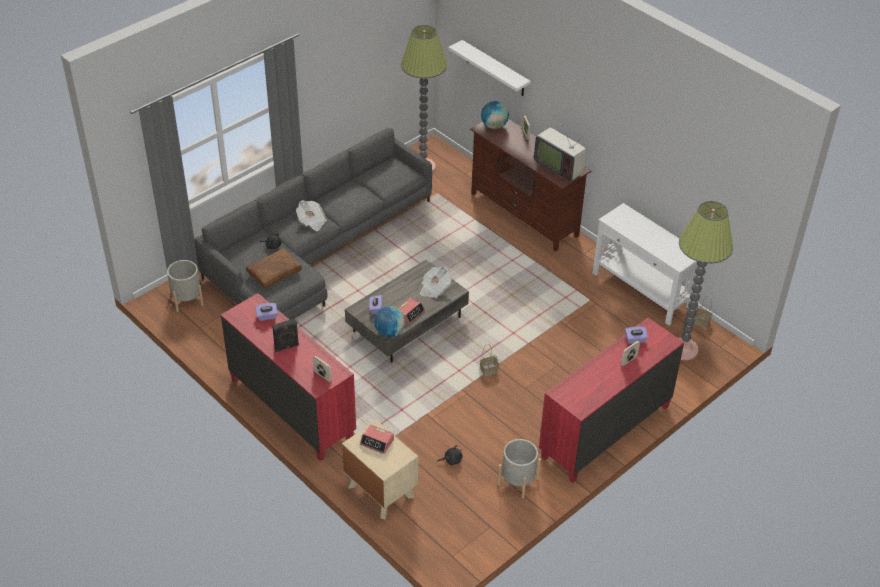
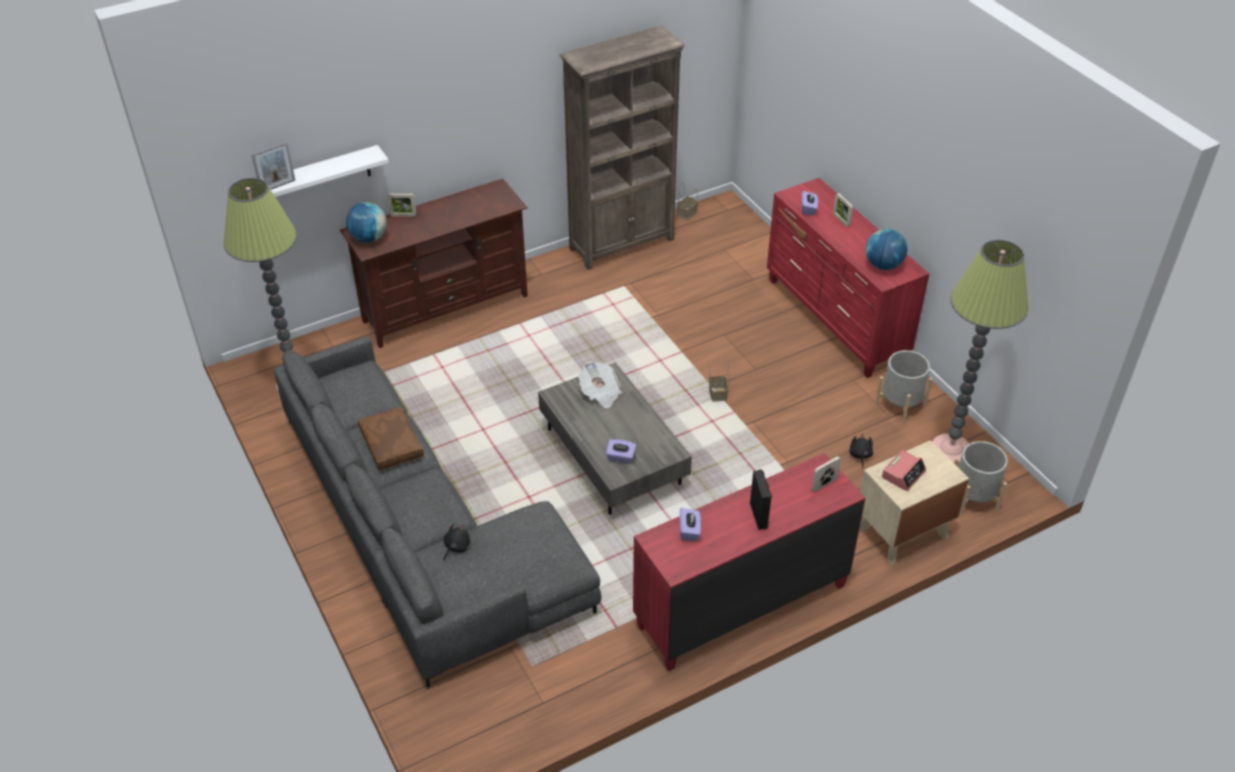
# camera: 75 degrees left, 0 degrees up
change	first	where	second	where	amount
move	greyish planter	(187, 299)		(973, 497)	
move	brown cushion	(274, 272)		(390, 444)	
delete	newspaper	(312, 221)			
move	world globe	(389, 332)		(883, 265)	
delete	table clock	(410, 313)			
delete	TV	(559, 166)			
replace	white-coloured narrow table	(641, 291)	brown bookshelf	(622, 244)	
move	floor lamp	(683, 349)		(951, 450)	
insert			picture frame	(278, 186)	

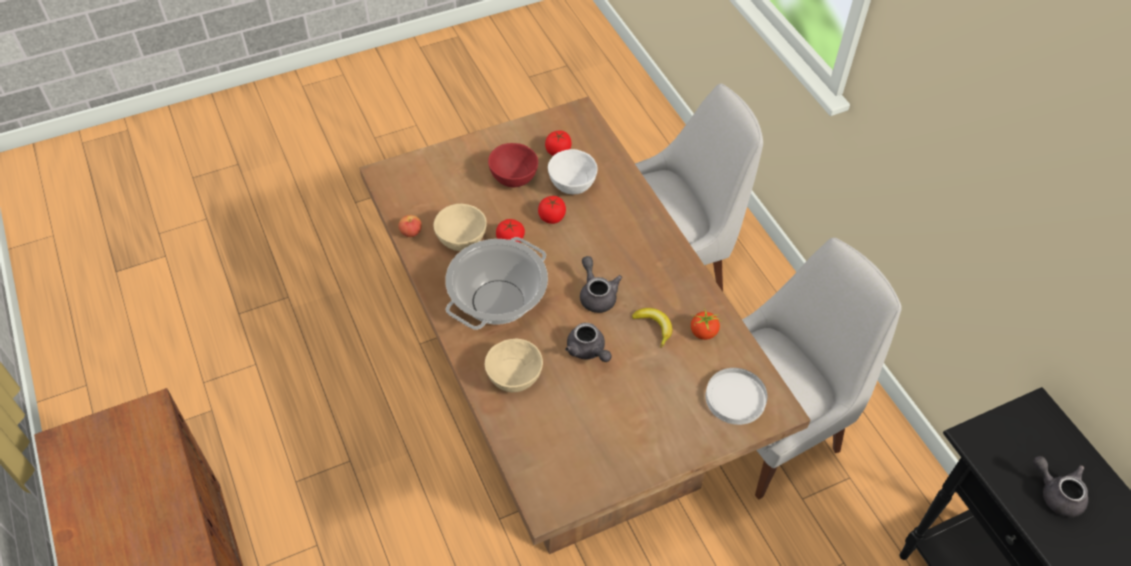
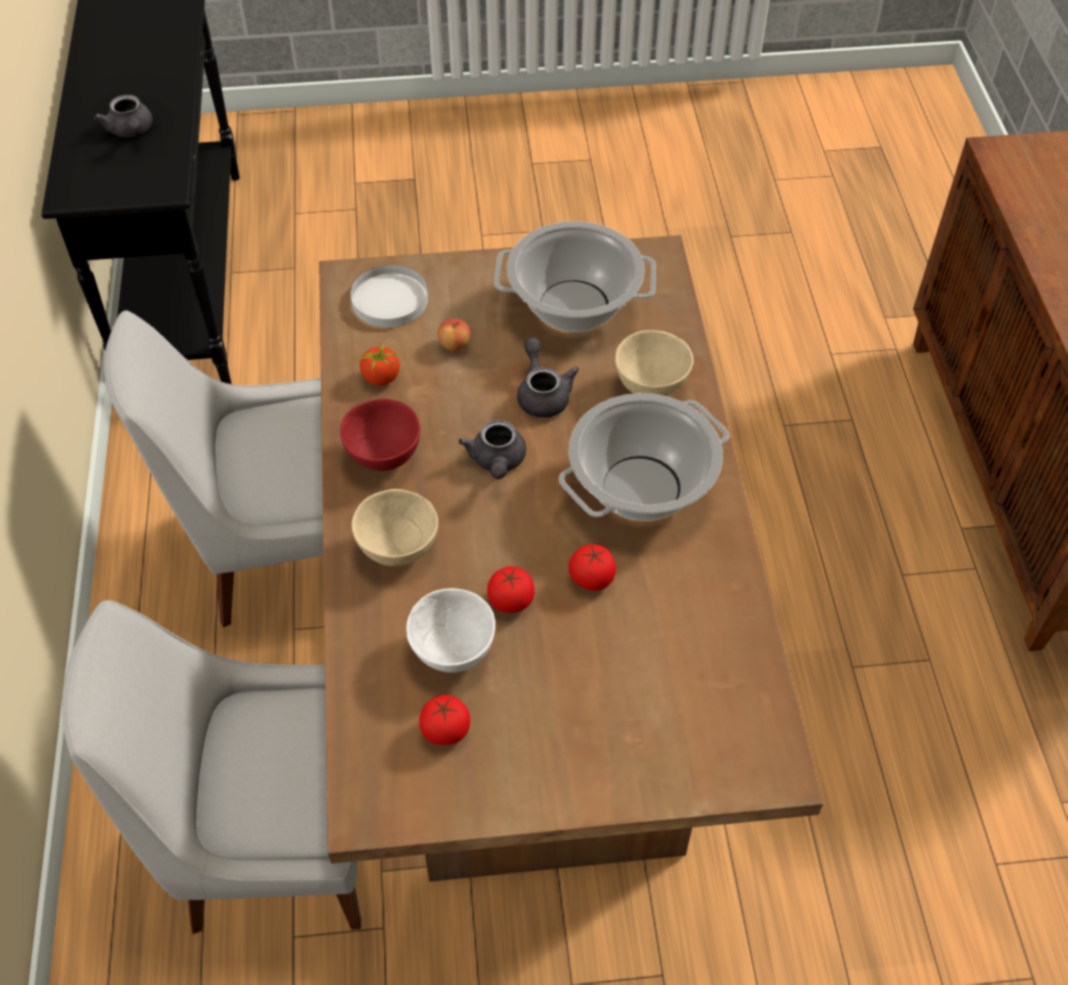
# camera: 160 degrees left, 0 degrees up
change	first	where	second	where	amount
move	apple fruit	(411, 232)		(454, 344)	
move	beige-coloured deep dish	(462, 241)		(397, 548)	
move	red-coloured deep dish	(513, 178)		(384, 457)	
delete	banana	(654, 327)			
insert			stockpot	(574, 306)	

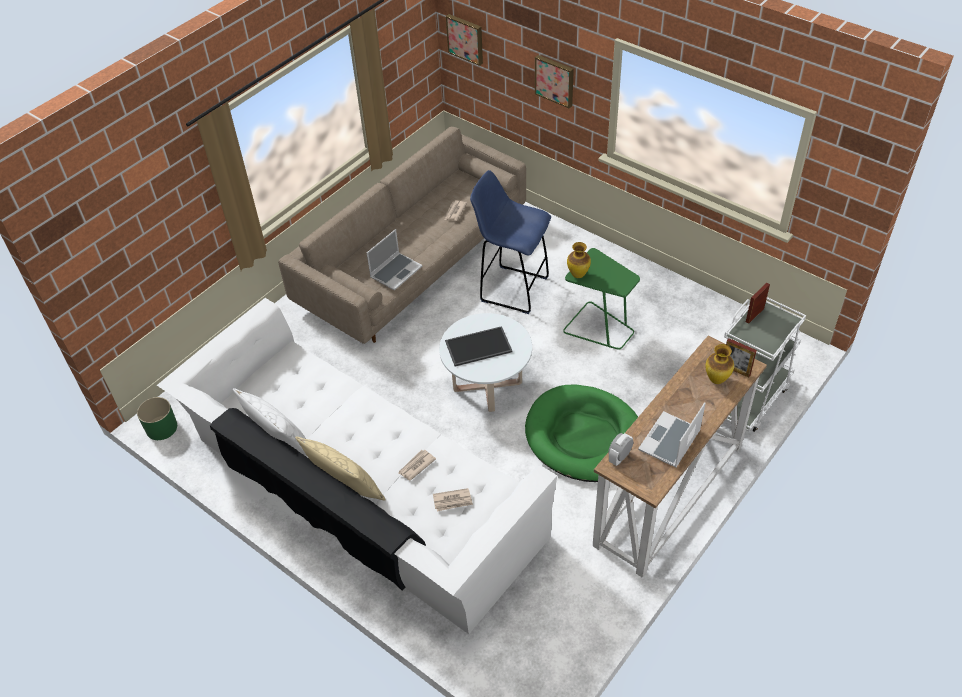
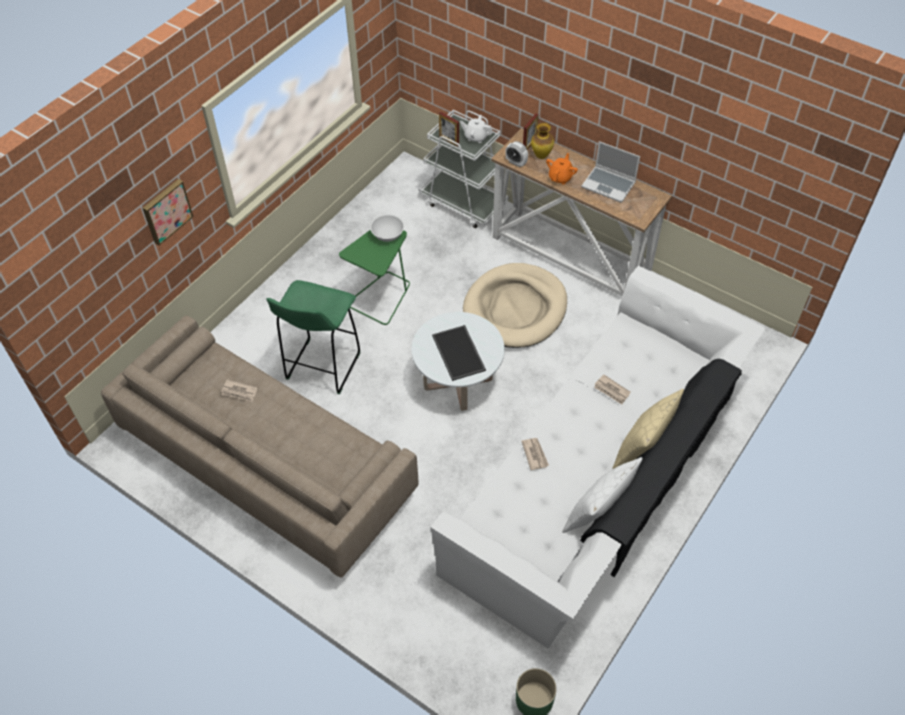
# camera: 95 degrees left, 5 degrees up
change	first	where	second	where	amount
delete	notebook computer	(396, 271)			
move	newspaper	(453, 501)		(535, 454)	
delete	wall picture	(466, 38)			
recolor	blue-coloured sitting stool	(512, 289)	green sitting stool	(322, 368)	
recolor	green dog bed	(585, 437)	beige-coloured dog bed	(515, 309)	
delete	decorative vase	(578, 275)			
move	table clock	(619, 457)		(516, 162)	
insert			white-coloured deep dish	(388, 235)	
insert			white-coloured pot for tea	(476, 137)	
insert			orange-coloured pot for tea	(560, 177)	

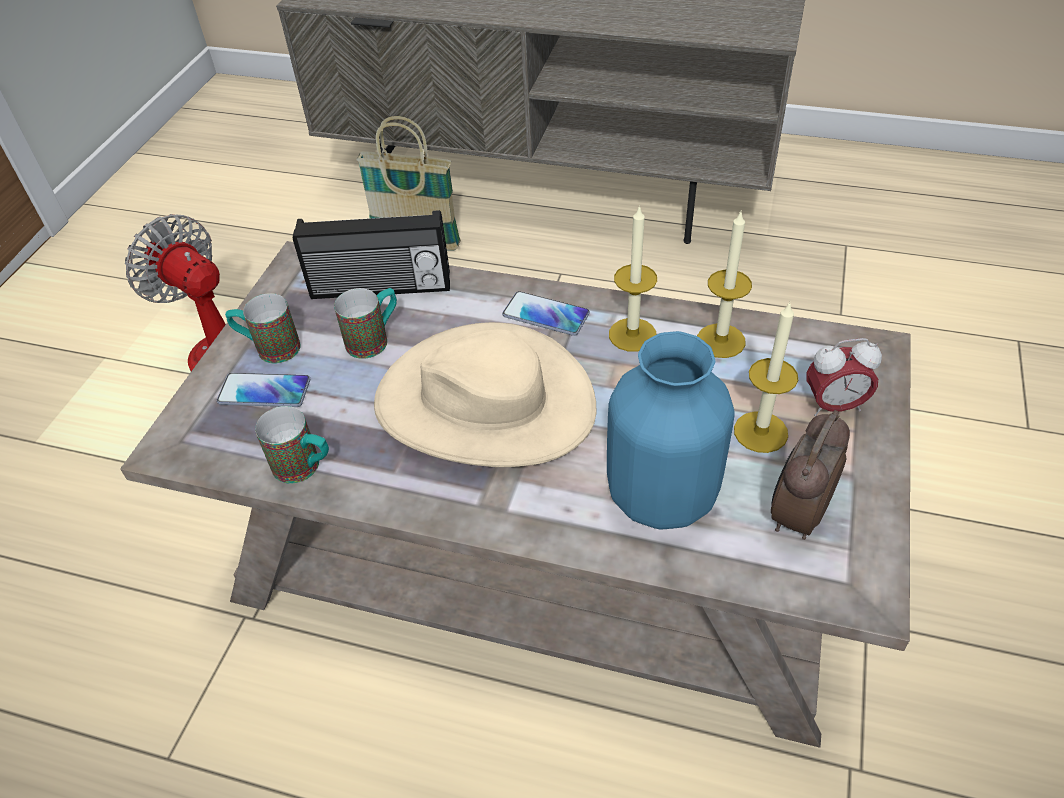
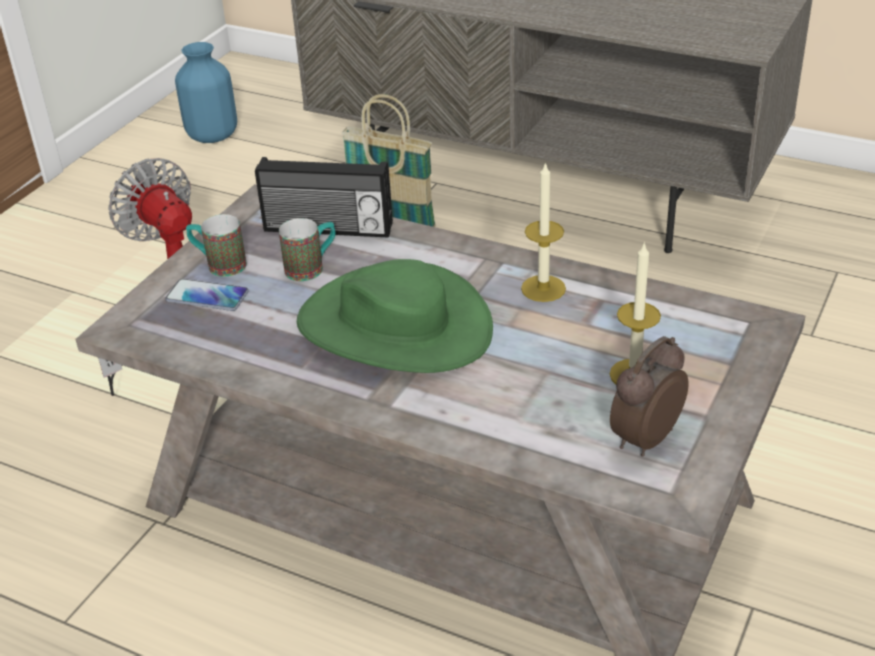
# camera: 10 degrees right, 10 degrees down
change	first	where	second	where	amount
delete	mug	(305, 468)			
recolor	beige-coloured wearable hat	(485, 403)	green wearable hat	(395, 326)	
delete	handset	(545, 315)			
move	blue-coloured decorative vase	(663, 496)		(213, 136)	
delete	wax light	(720, 340)			
delete	table clock	(833, 406)			

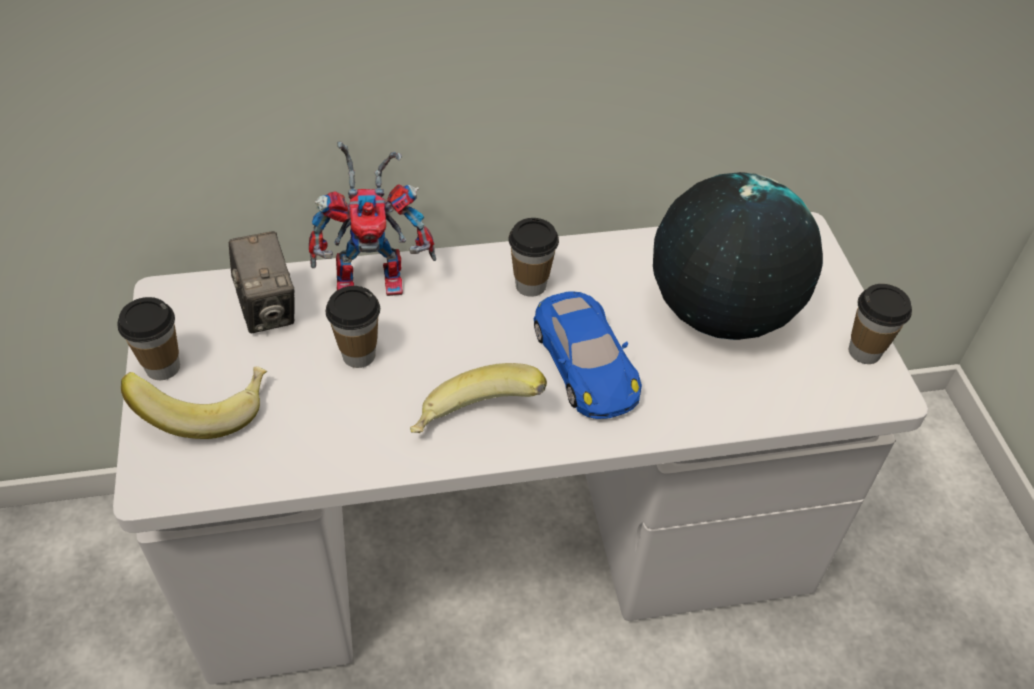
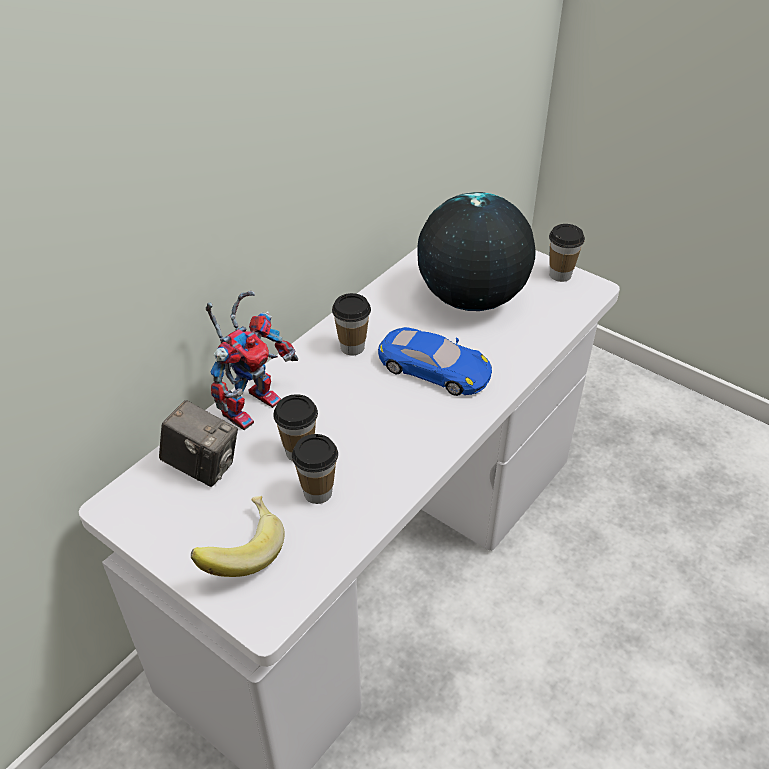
# camera: 40 degrees left, 5 degrees down
change	first	where	second	where	amount
move	small cup	(163, 367)		(318, 493)	
delete	banana	(476, 424)			

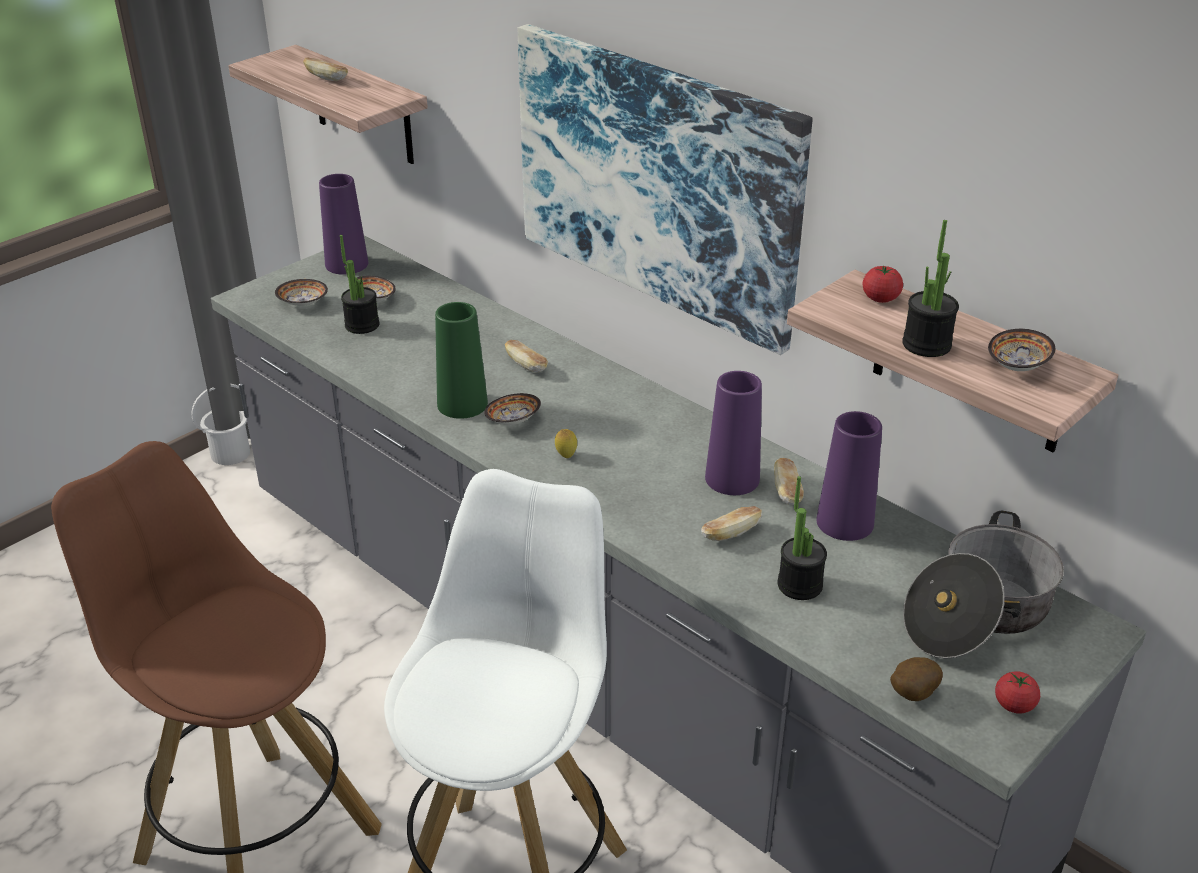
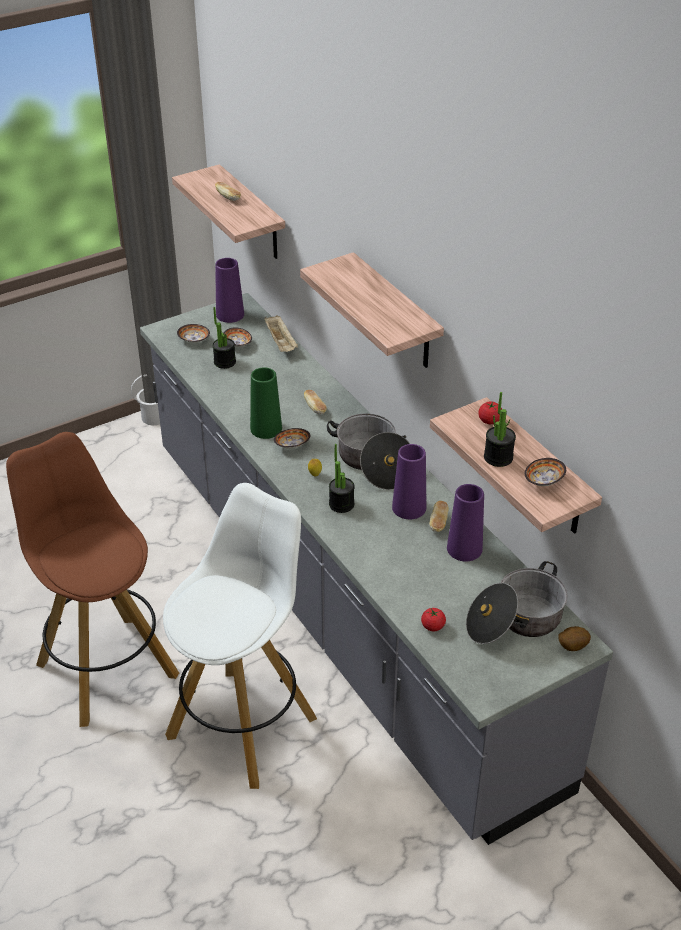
# camera: 15 degrees right, 5 degrees up
change	first	where	second	where	amount
replace	wall picture	(656, 182)	wall shelf	(396, 313)	
delete	baked bread	(730, 533)			
move	houseplant	(799, 585)		(341, 504)	
move	potato	(911, 694)		(571, 646)	
move	tomato	(1014, 705)		(433, 626)	
insert			beige-coloured carrying tray	(281, 343)	
insert			stockpot	(373, 463)	

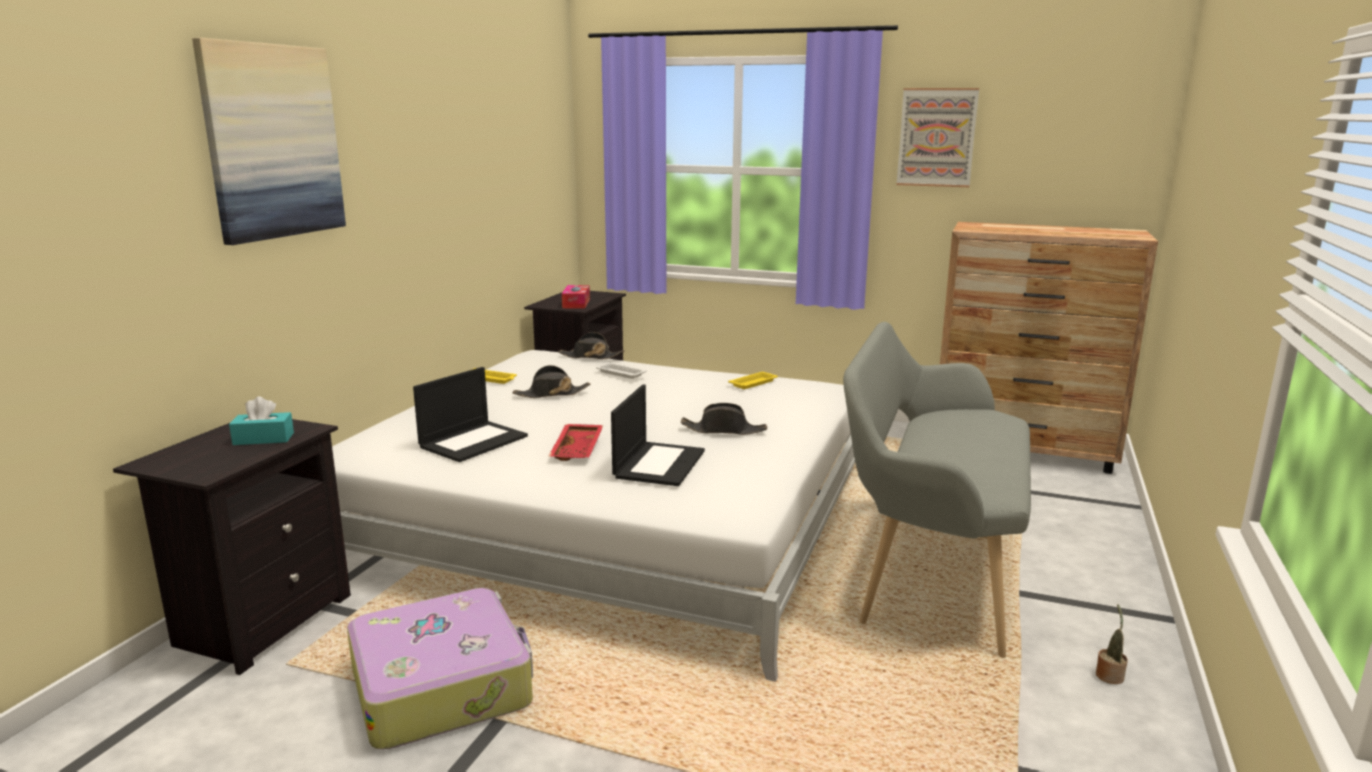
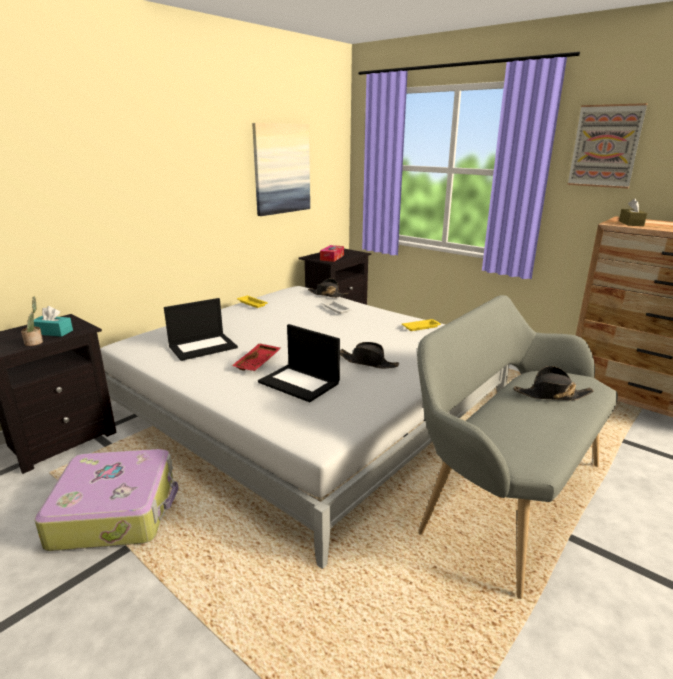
# camera: 20 degrees right, 5 degrees up
change	first	where	second	where	amount
move	wall picture	(272, 142)		(281, 169)	
move	black-coloured wearable hat	(551, 394)		(551, 395)	
rotate	notebook computer	(659, 463)		(300, 382)	90 degrees clockwise
move	houseplant	(1109, 675)		(35, 342)	
insert			brown tissue box	(631, 223)	

